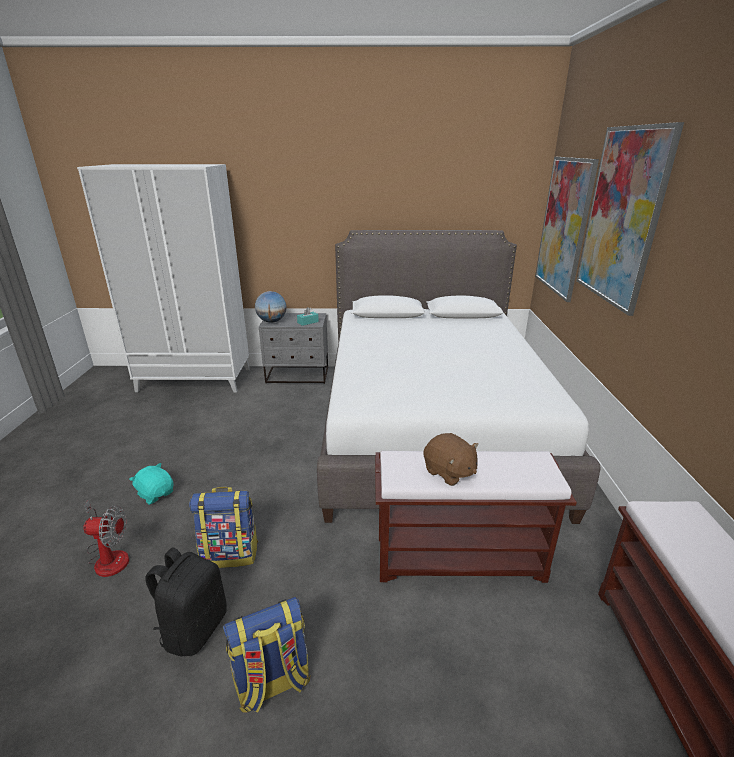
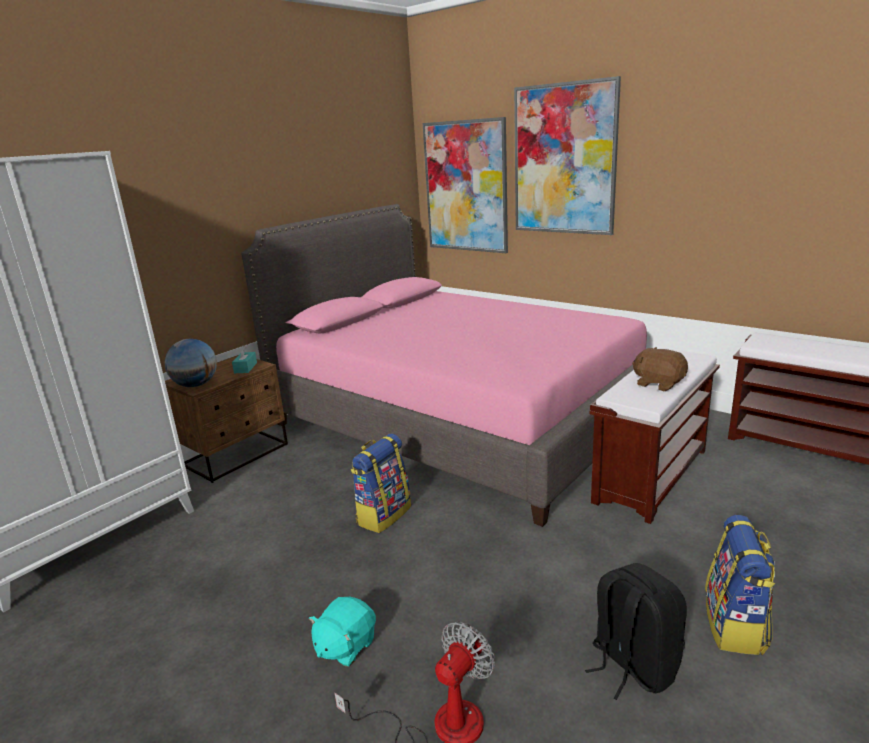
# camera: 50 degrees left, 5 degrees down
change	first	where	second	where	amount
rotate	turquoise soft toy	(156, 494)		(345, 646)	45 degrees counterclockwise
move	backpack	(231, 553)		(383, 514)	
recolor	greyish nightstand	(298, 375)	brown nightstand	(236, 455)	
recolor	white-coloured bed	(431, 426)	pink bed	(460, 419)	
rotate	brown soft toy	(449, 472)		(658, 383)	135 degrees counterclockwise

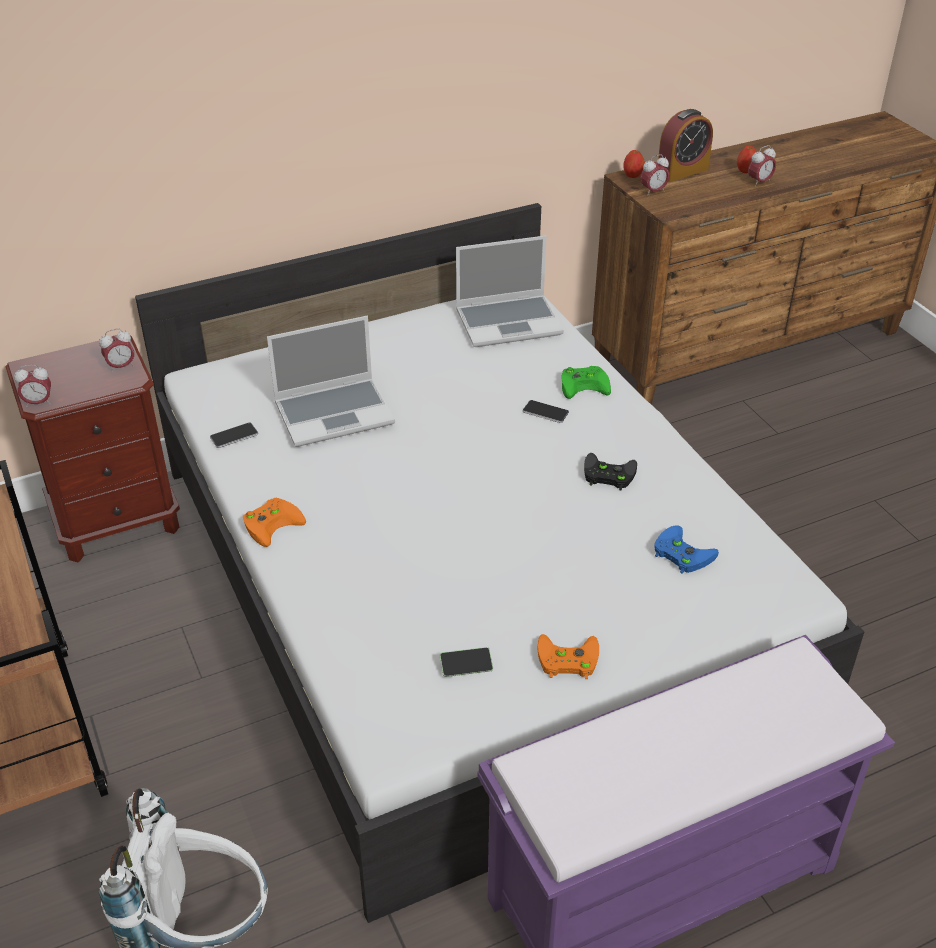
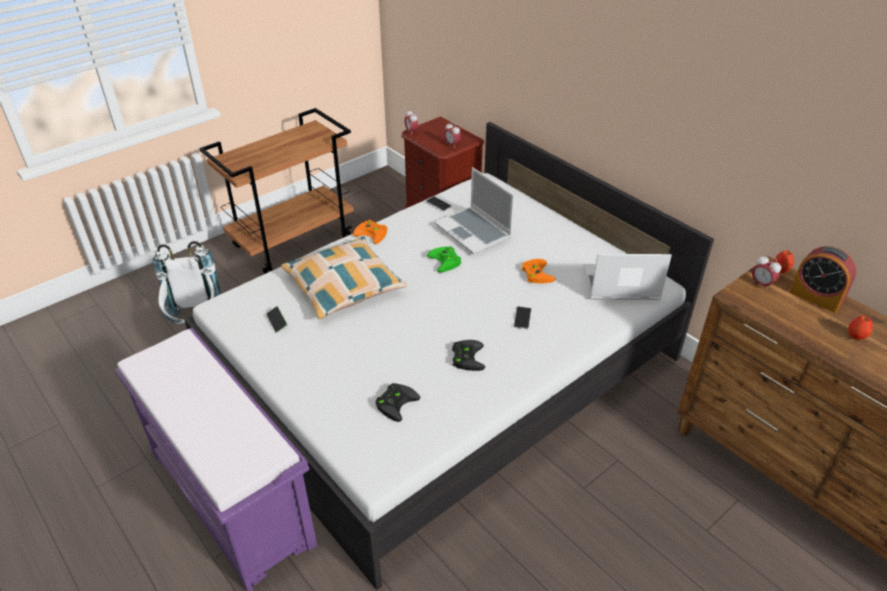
# camera: 75 degrees right, 0 degrees up
change	first	where	second	where	amount
rotate	notebook computer	(509, 322)		(619, 285)	120 degrees clockwise
move	orange-coloured gamepad	(566, 660)		(535, 273)	
move	green gamepad	(585, 384)		(446, 261)	
recolor	blue-coloured gamepad	(680, 553)	black-coloured gamepad	(396, 402)	
delete	table clock	(759, 182)			
insert			cushion	(344, 285)	

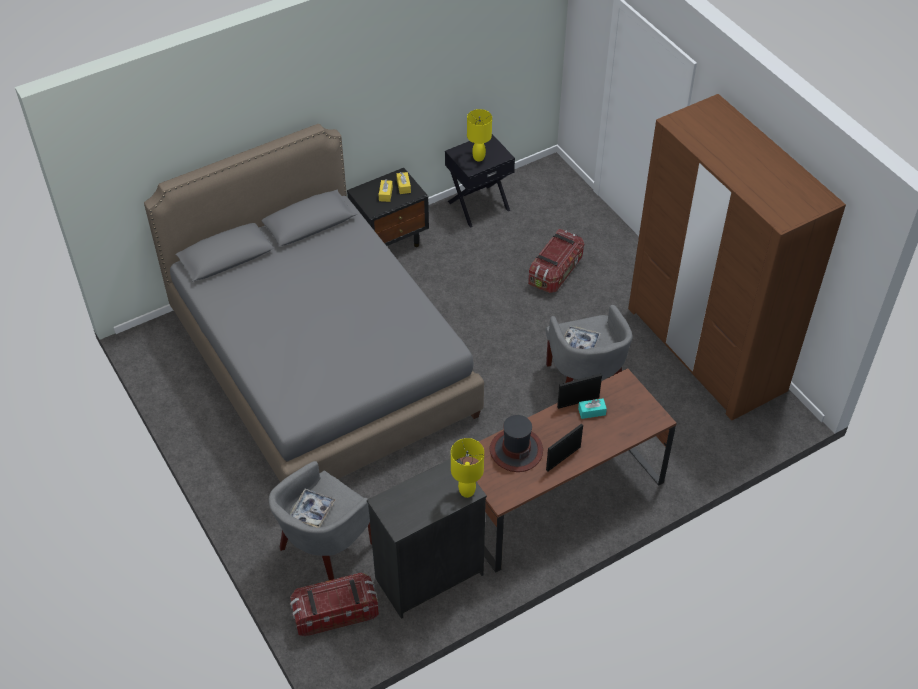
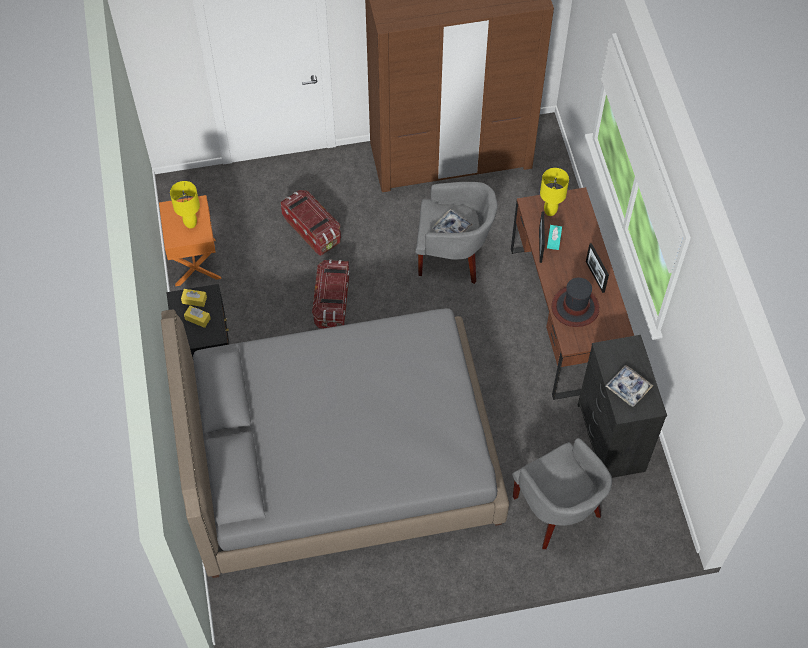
# camera: 70 degrees left, 10 degrees up
change	first	where	second	where	amount
move	carrying tray	(312, 511)		(628, 388)	
move	storage bin	(335, 613)		(332, 302)	
recolor	black-coloured nightstand	(478, 205)	orange-coloured nightstand	(194, 262)	
move	yellow tabletop lamp	(467, 491)		(549, 211)	

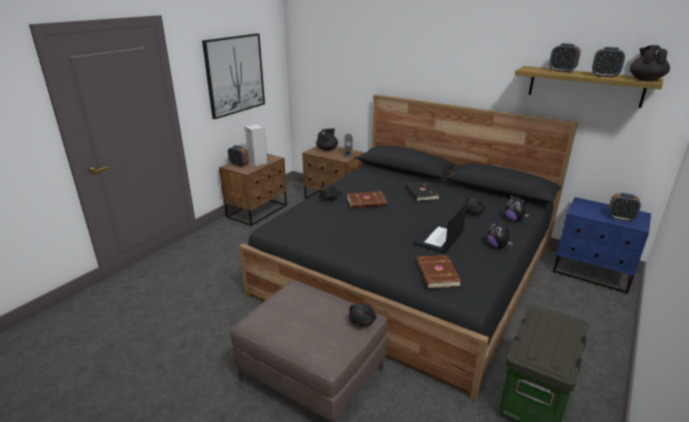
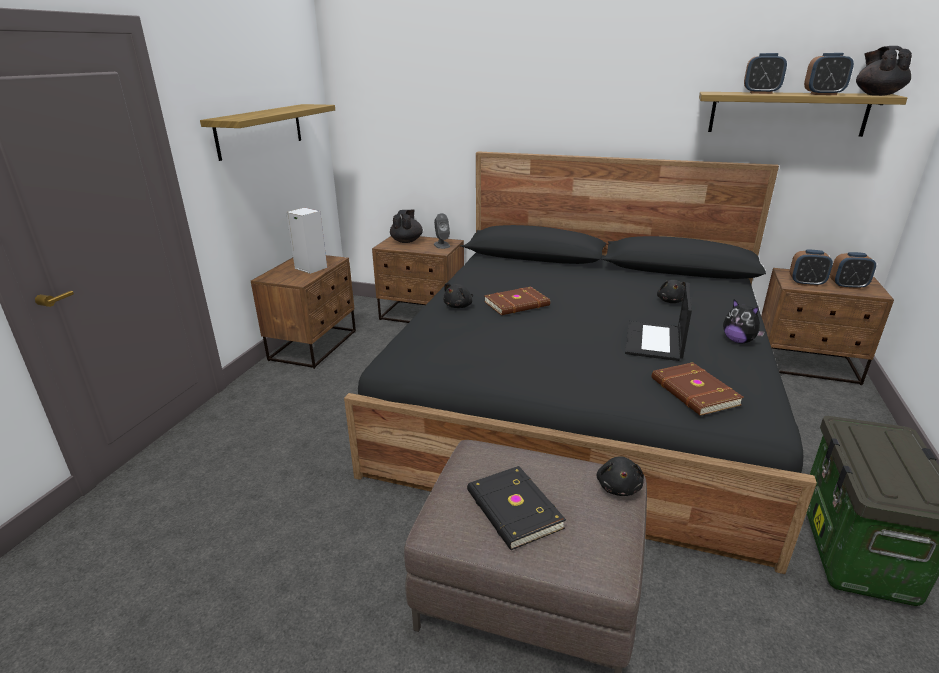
# camera: 15 degrees left, 0 degrees up
change	first	where	second	where	amount
replace	wall picture	(235, 75)	wall shelf	(260, 130)	
move	table clock	(239, 165)		(806, 283)	
move	black-coloured bound book	(421, 193)		(513, 510)	
delete	soft toy	(514, 219)			
recolor	blue-coloured nightstand	(592, 273)	brown nightstand	(805, 365)	

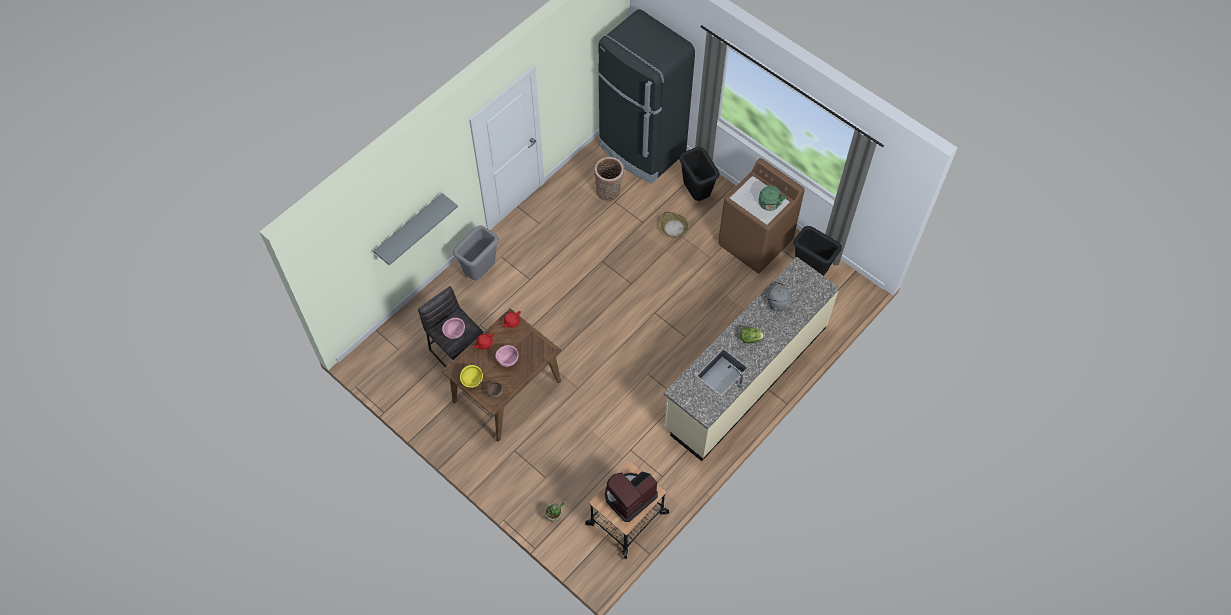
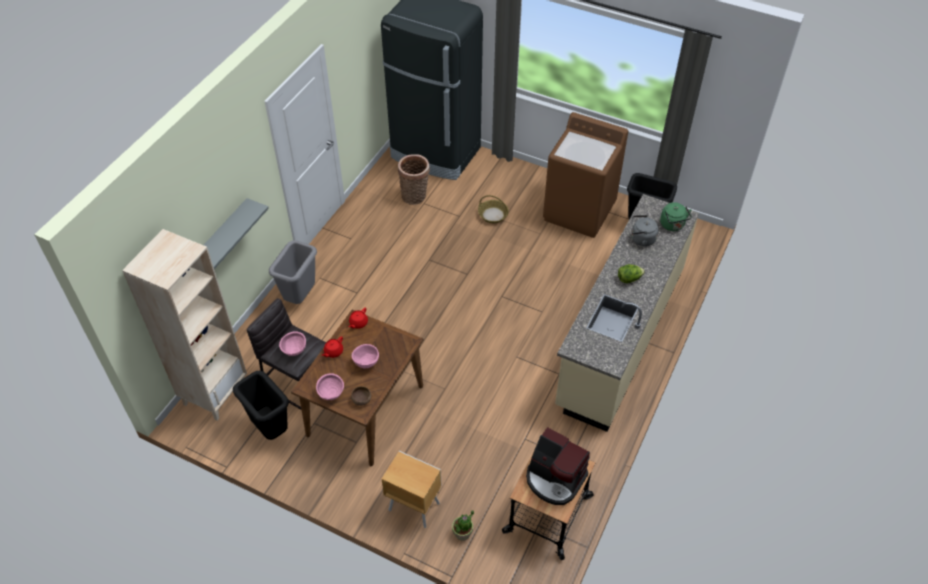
# camera: 15 degrees left, 10 degrees down
change	first	where	second	where	amount
recolor	yellow deep dish	(472, 381)	pink deep dish	(331, 394)	
rotate	coffee brewer	(629, 497)		(555, 479)	90 degrees counterclockwise
move	black-coloured waste bin	(696, 194)		(271, 429)	
move	green kettle	(769, 205)		(673, 225)	
insert			beige-coloured bookshelf	(215, 393)	
insert			brown nightstand	(413, 506)	

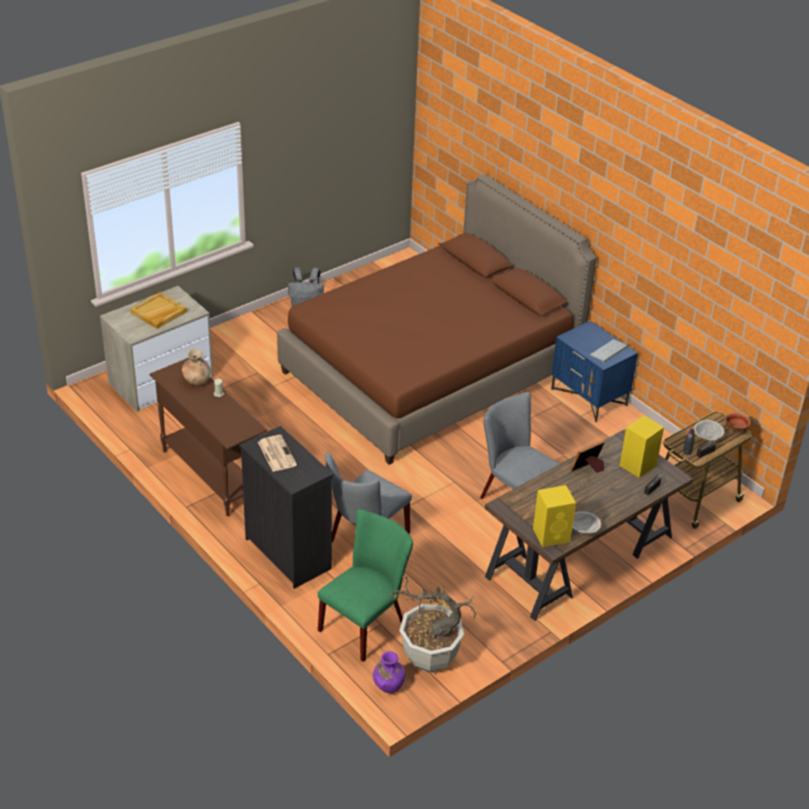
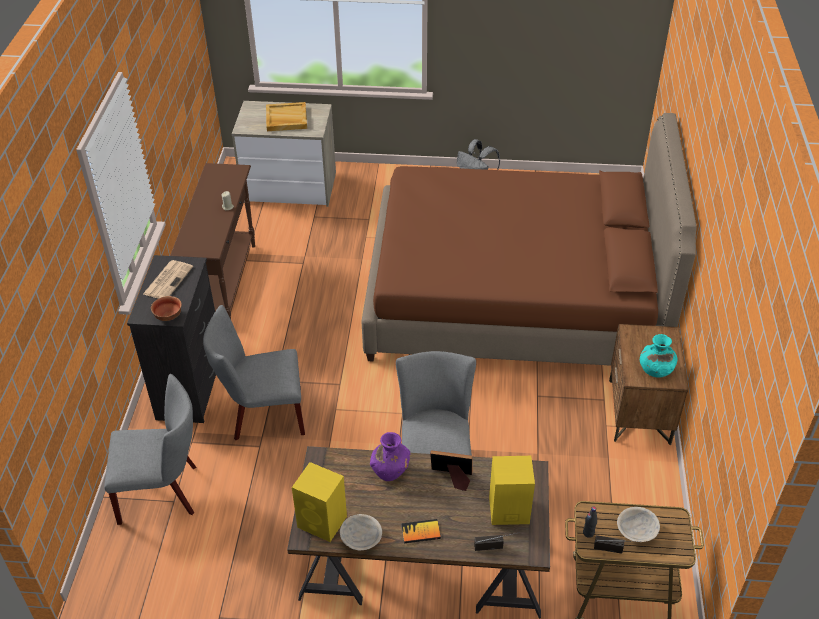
# camera: 45 degrees right, 5 degrees up
change	first	where	second	where	amount
delete	brown decorative vase	(197, 381)			
recolor	green plain chair	(366, 624)	greyish plain chair	(164, 492)	
move	purplish decorative vase	(388, 684)		(390, 470)	
delete	houseplant	(429, 656)			
recolor	blue-coloured nightstand	(589, 397)	brown nightstand	(639, 412)	
replace	PC keyboard	(608, 351)	turquoise decorative vase	(655, 370)	
move	deep dish	(735, 429)		(168, 316)	
insert			bound book	(420, 532)	

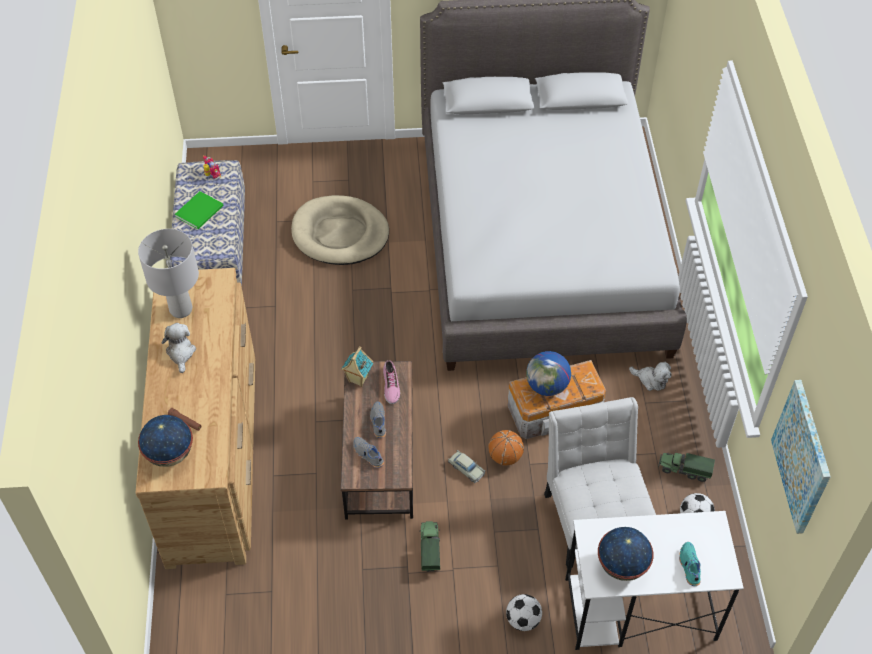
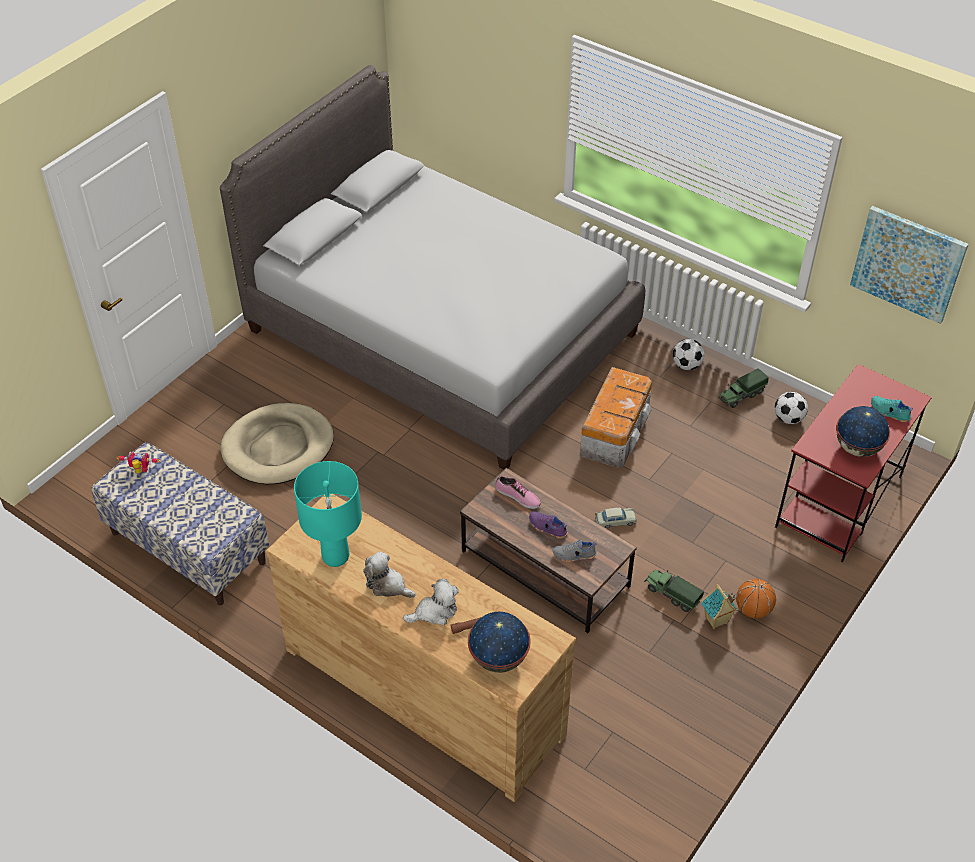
# camera: 50 degrees left, 5 degrees down
change	first	where	second	where	amount
recolor	greyish tabletop lamp	(181, 309)	turquoise tabletop lamp	(335, 556)	
delete	green bound book	(201, 211)			
move	toy house	(358, 379)		(716, 621)	
recolor	greyish shoe	(378, 422)	purplish shoe	(547, 528)	
move	basketball	(505, 457)		(753, 610)	
move	ball for football	(523, 620)		(686, 365)	
delete	world globe	(547, 386)			
delete	white-coloured plain chair	(593, 516)			
recolor	white-coloured desk	(638, 609)	red-coloured desk	(838, 502)	
move	soft toy	(651, 380)		(434, 612)	

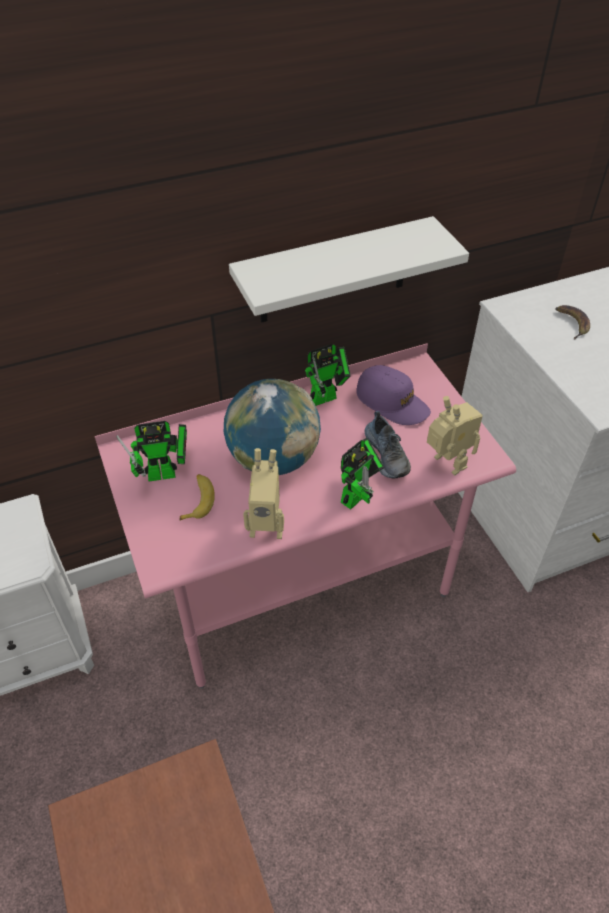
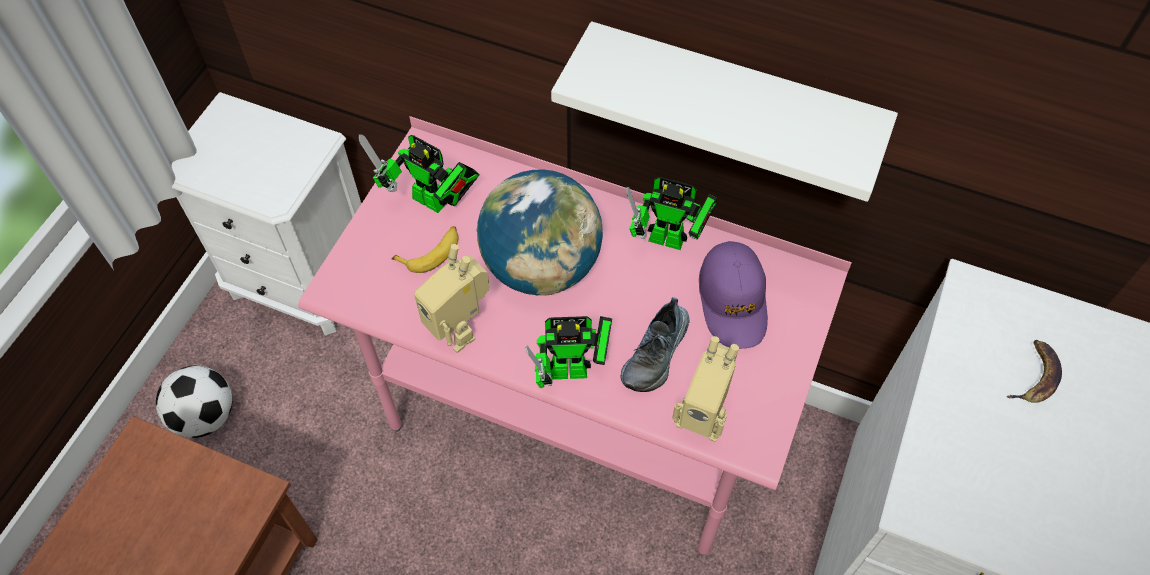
# camera: 45 degrees right, 10 degrees up
change	first	where	second	where	amount
rotate	robot figure	(446, 465)		(702, 416)	105 degrees clockwise
insert			ball for football	(205, 416)	

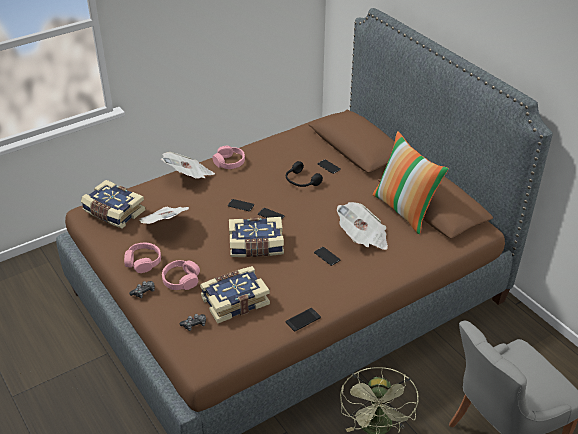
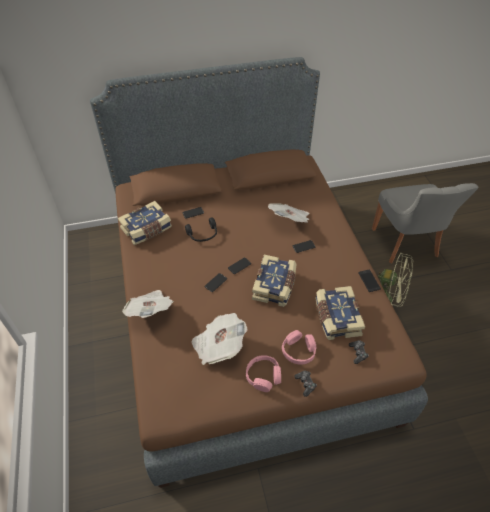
# camera: 70 degrees left, 10 degrees up
change	first	where	second	where	amount
move	bound book	(113, 212)		(147, 229)	
delete	pink pair of headphones	(229, 162)			
delete	cushion	(404, 210)			

